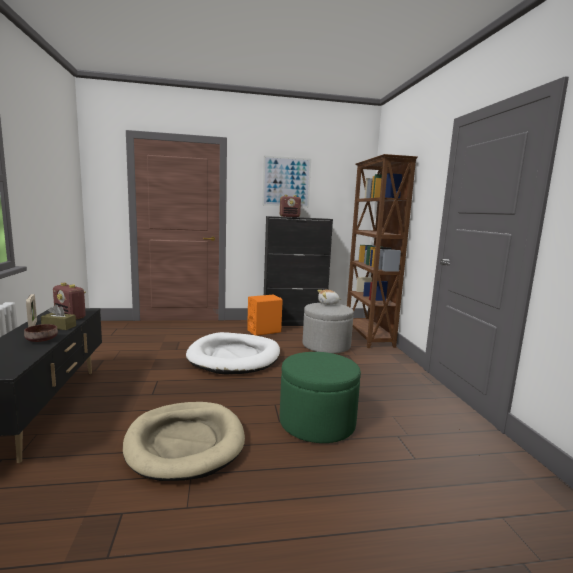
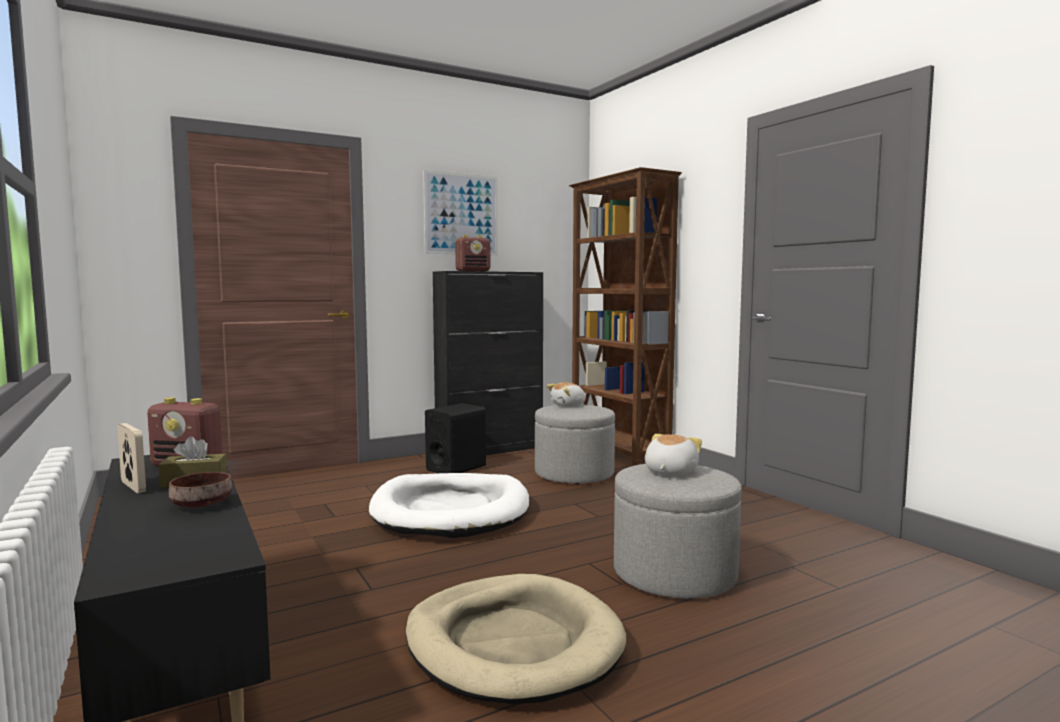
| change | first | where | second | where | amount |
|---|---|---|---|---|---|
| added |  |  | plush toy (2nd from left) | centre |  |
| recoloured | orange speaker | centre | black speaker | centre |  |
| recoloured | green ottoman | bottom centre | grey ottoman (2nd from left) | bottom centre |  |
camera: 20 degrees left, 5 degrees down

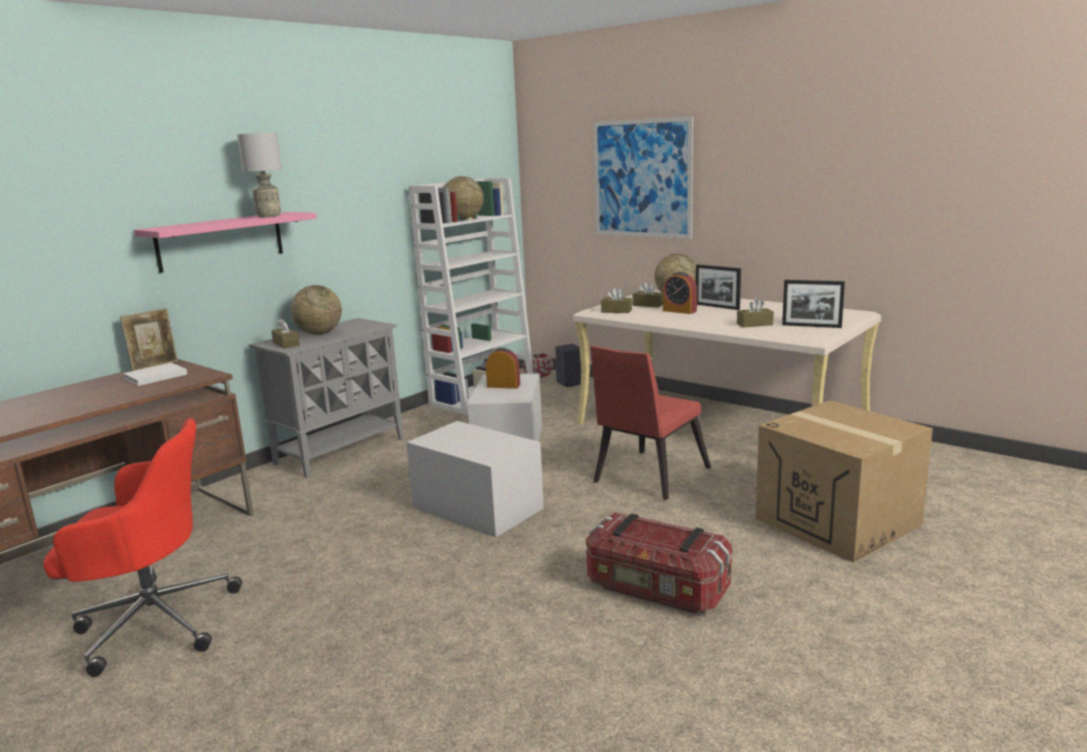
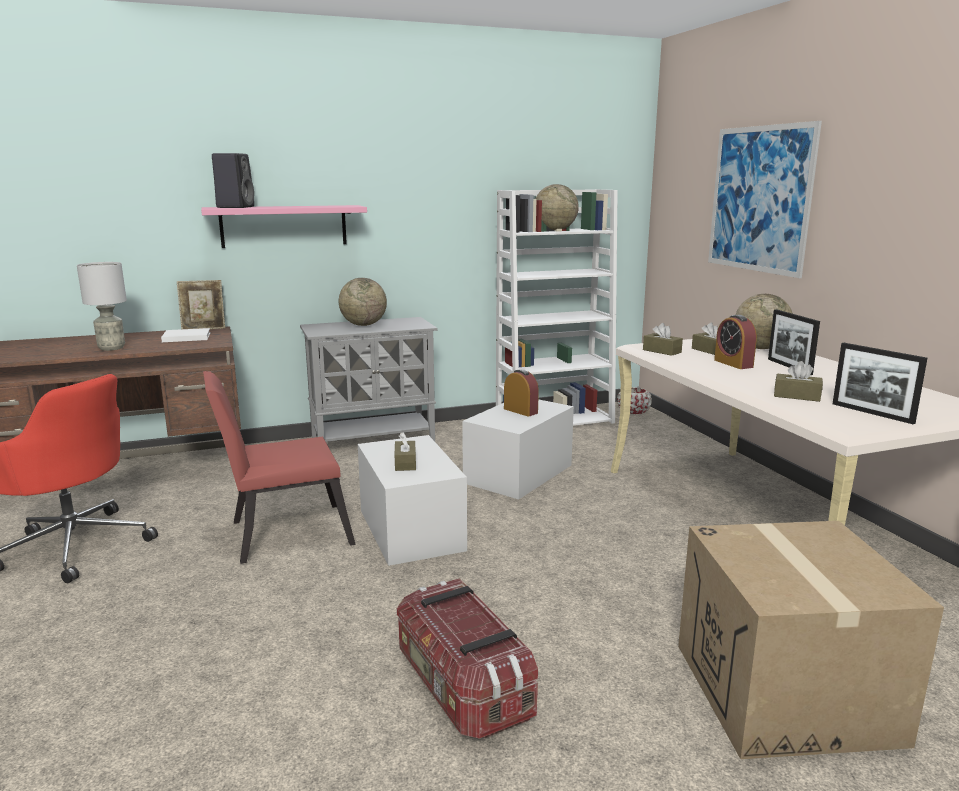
| change | first | where | second | where | amount |
|---|---|---|---|---|---|
| moved | grey table lamp | top left |  | middle left |  |
| moved | brown tissue box (1st from left) | middle left |  | centre |  |
| moved | black speaker | centre |  | top left |  |
| moved | red chair | centre |  | middle left |  |
camera: 30 degrees right, 0 degrees up

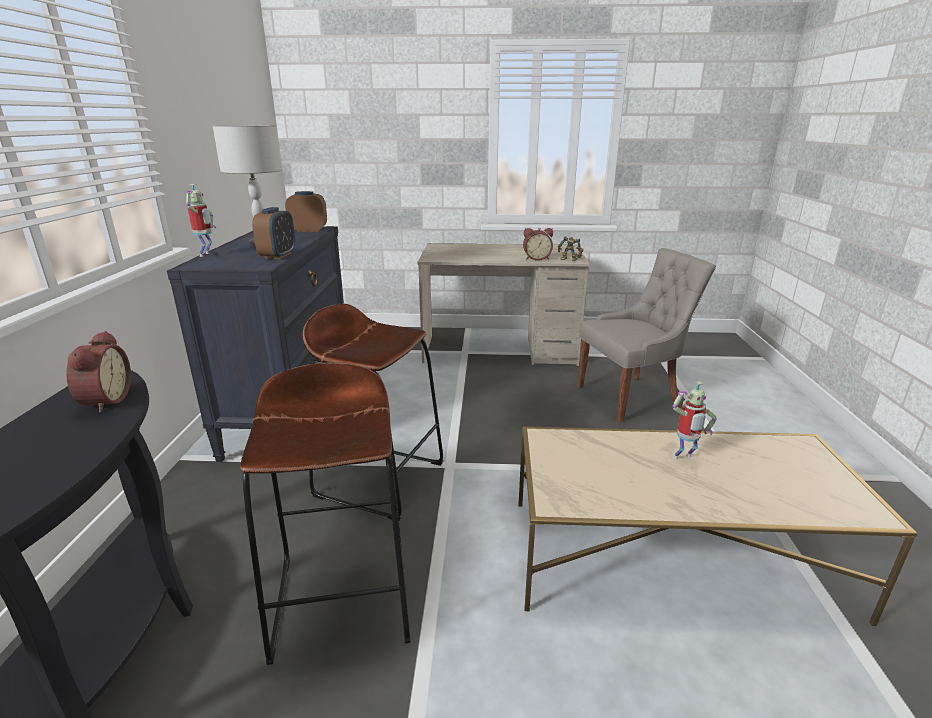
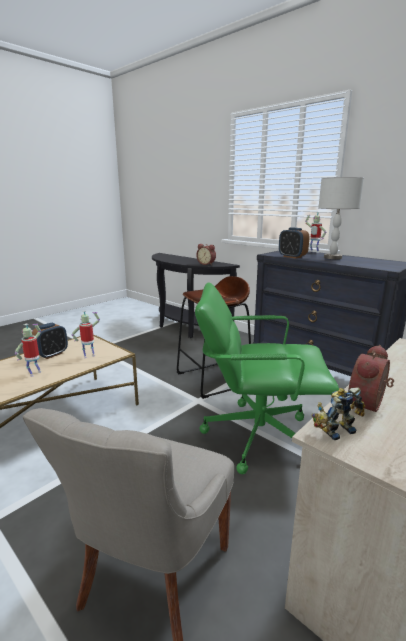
| change | first | where | second | where | amount |
|---|---|---|---|---|---|
| removed | brown stool (1st from left) | bottom centre |  |  |  |
| added |  |  | toy robot (2nd from left) | middle left |  |
| added |  |  | green office chair | centre |  |
| moved | alarm clock (3rd from left in the first image) | top left | alarm clock (1st from left) | middle left |  |
camera: 130 degrees right, 5 degrees down

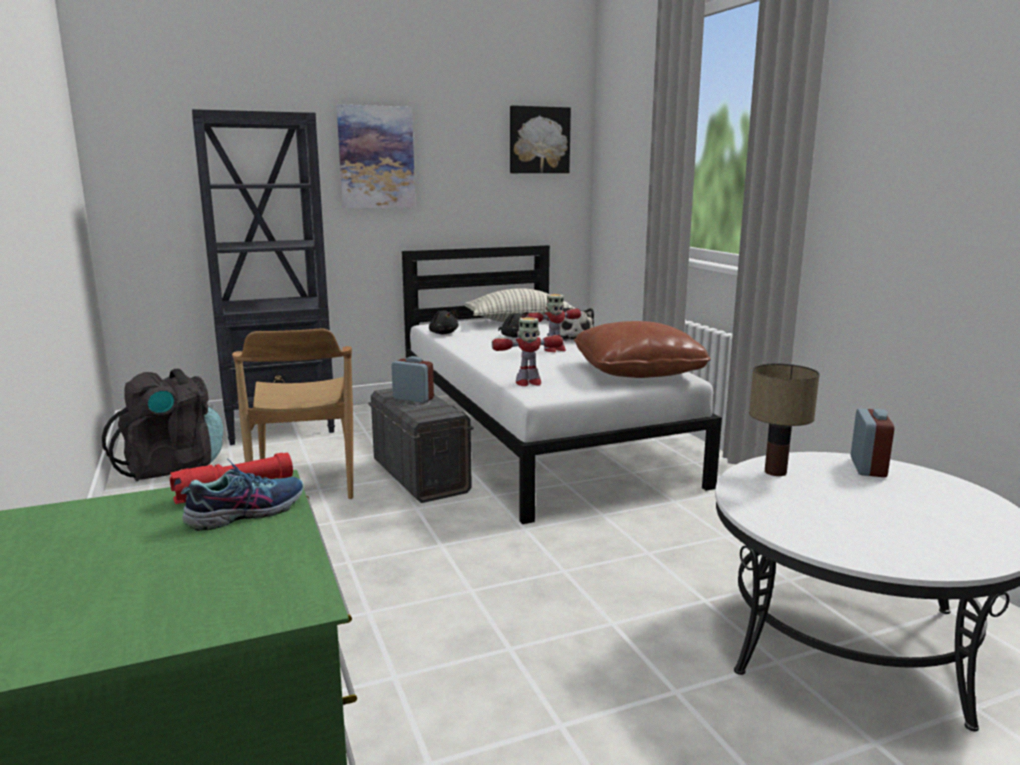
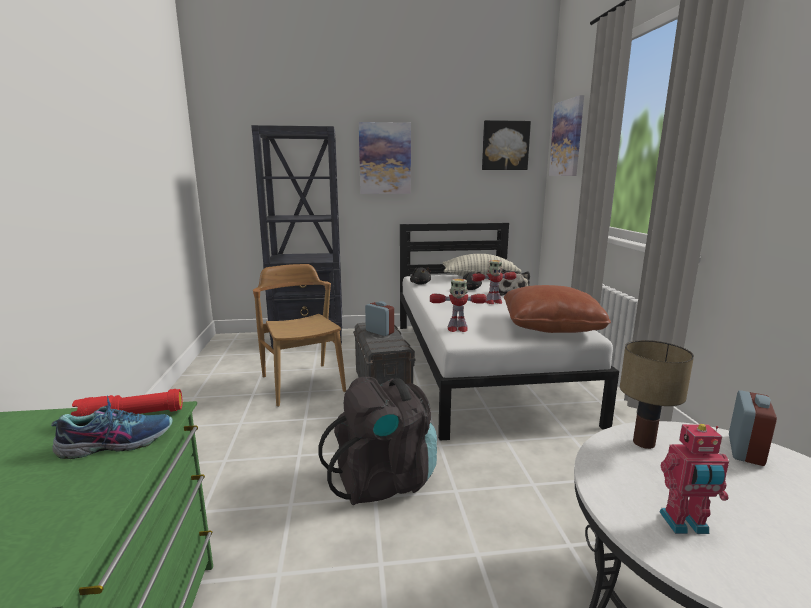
| change | first | where | second | where | amount |
|---|---|---|---|---|---|
| added |  |  | picture (3rd from left) | top right |  |
| added |  |  | toy robot (3rd from left) | bottom right |  |
| moved | black backpack | middle left |  | bottom centre |  |
| turned | brown chair | middle left |  | centre | 150 degrees clockwise |
camera: 15 degrees right, 0 degrees up

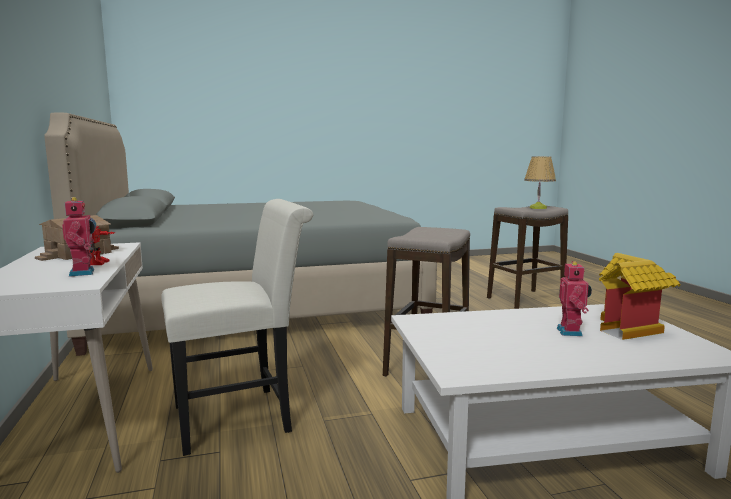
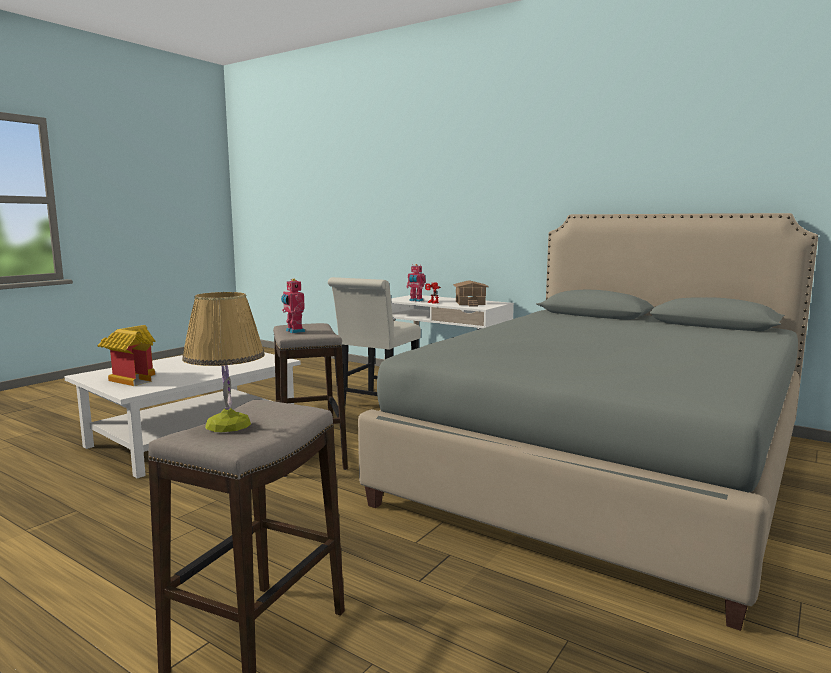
| change | first | where | second | where | amount |
|---|---|---|---|---|---|
| moved | toy robot (3rd from left in the first image) | middle right | toy robot (1st from left) | centre |  |
camera: 140 degrees right, 0 degrees up

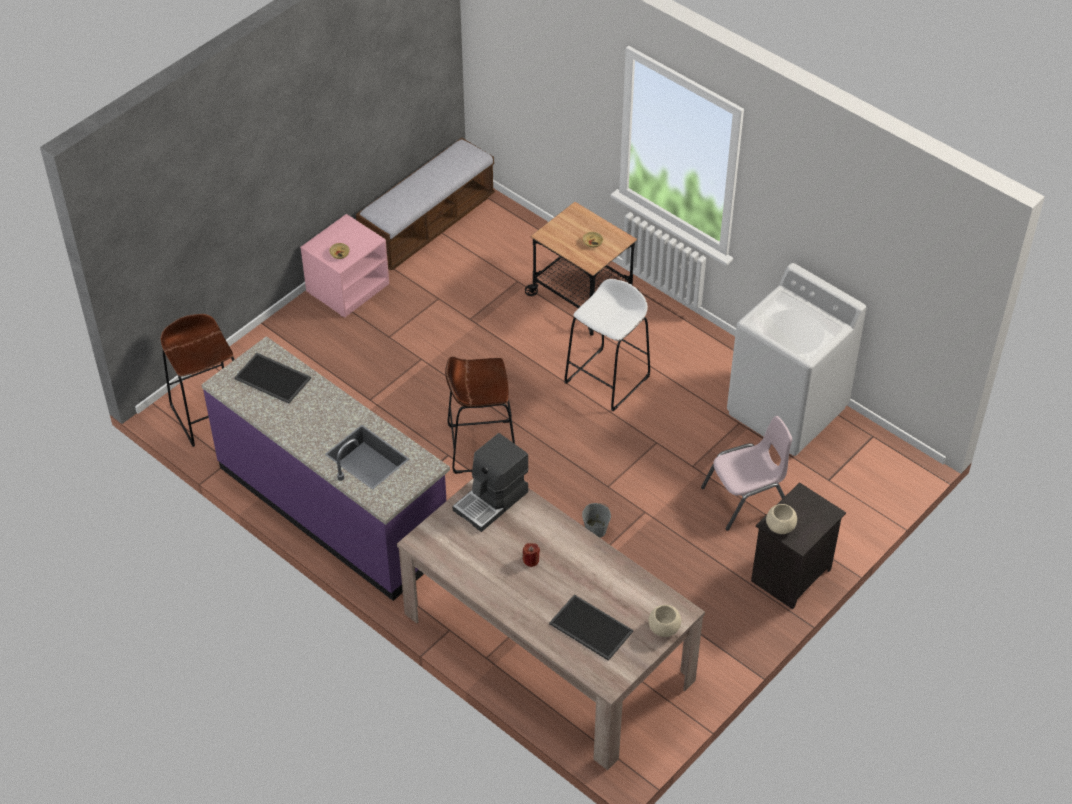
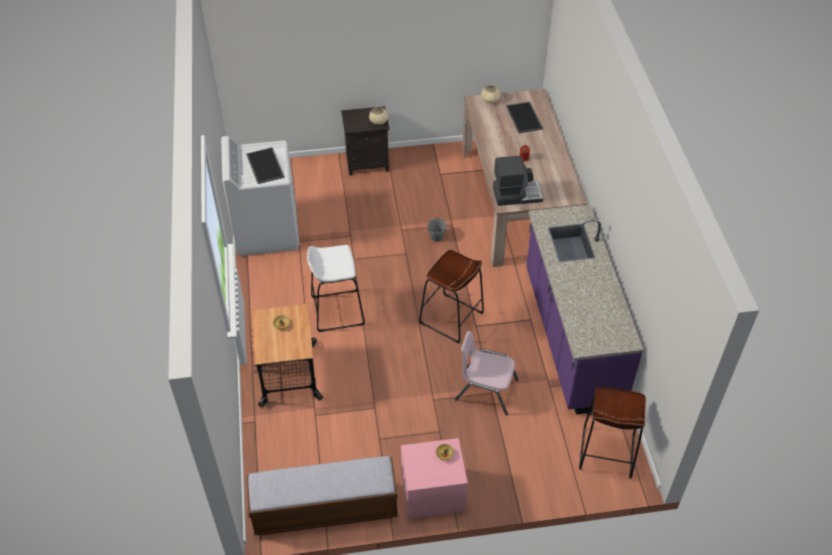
| change | first | where | second | where | amount |
|---|---|---|---|---|---|
| moved | tray (1st from left) | middle left |  | top left |  |
| moved | pink chair | middle right |  | bottom centre |  |
camera: 140 degrees left, 0 degrees up

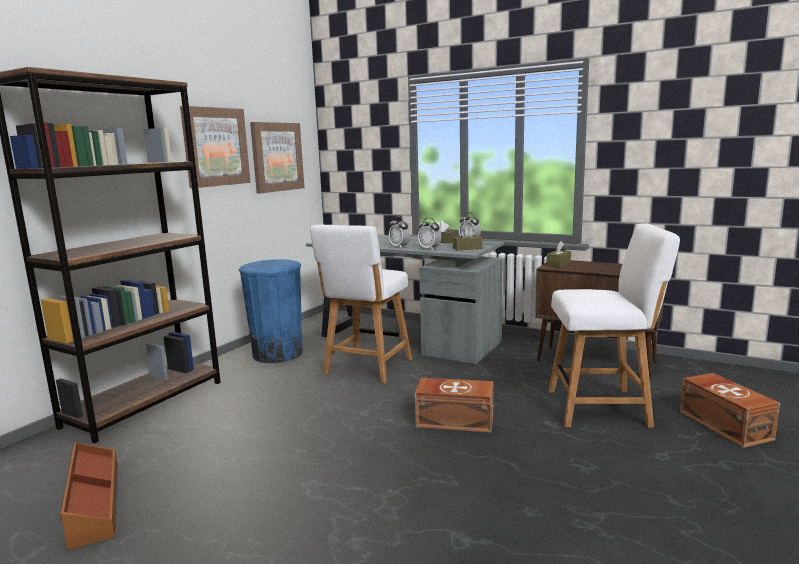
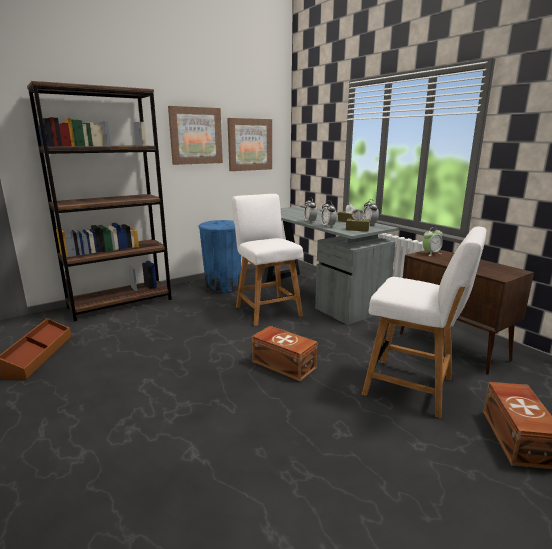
| change | first | where | second | where | amount |
|---|---|---|---|---|---|
| replaced | brown tissue box (3rd from left) | middle right | alarm clock (4th from left) | middle right |  |
| turned | white chair (1st from left) | centre |  | centre | 105 degrees clockwise |
camera: 25 degrees right, 5 degrees up

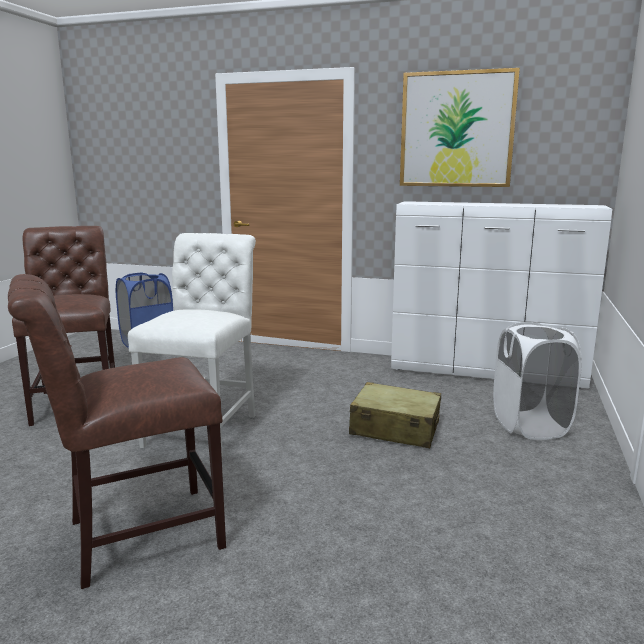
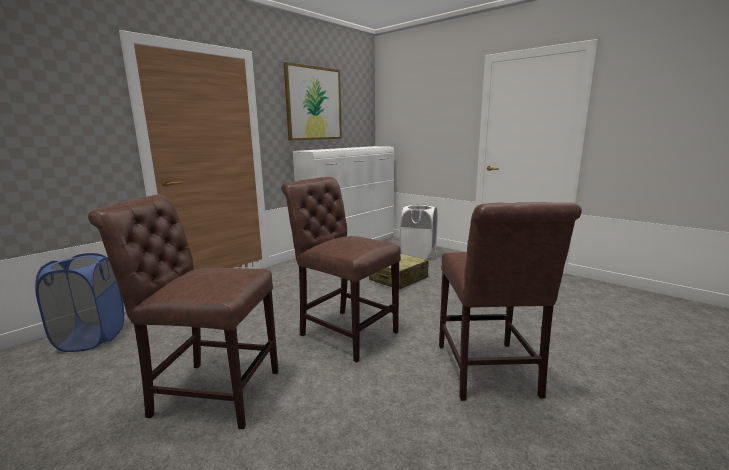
| change | first | where | second | where | amount |
|---|---|---|---|---|---|
| recoloured | white chair | middle left | brown chair (2nd from left) | centre |  |
camera: 65 degrees left, 0 degrees up

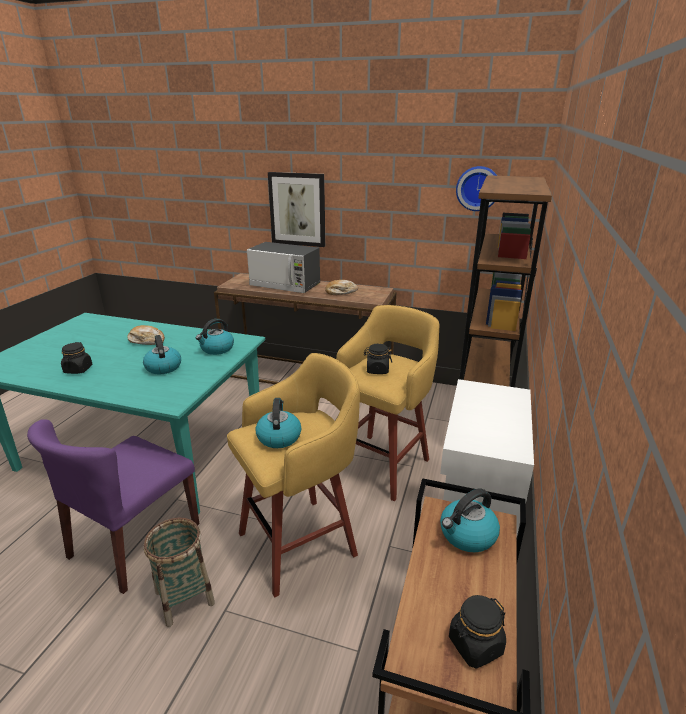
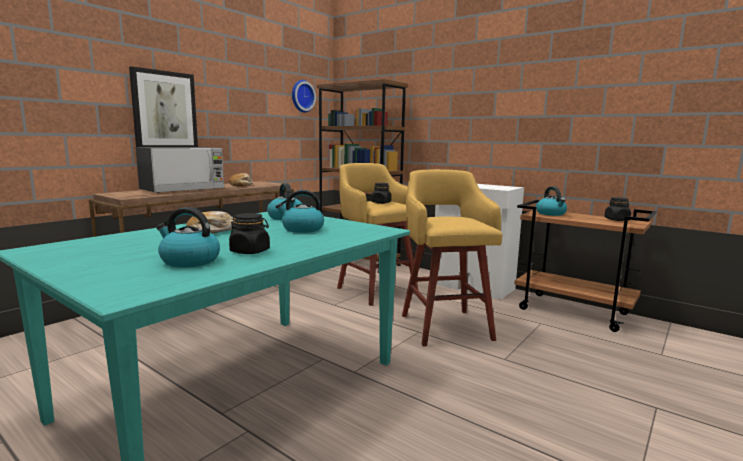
| change | first | where | second | where | amount |
|---|---|---|---|---|---|
| removed | purple chair | bottom left |  |  |  |
| removed | basket | bottom left |  |  |  |
| moved | kettle (3rd from left in the first image) | centre | kettle (1st from left) | middle left |  |
camera: 70 degrees left, 15 degrees down

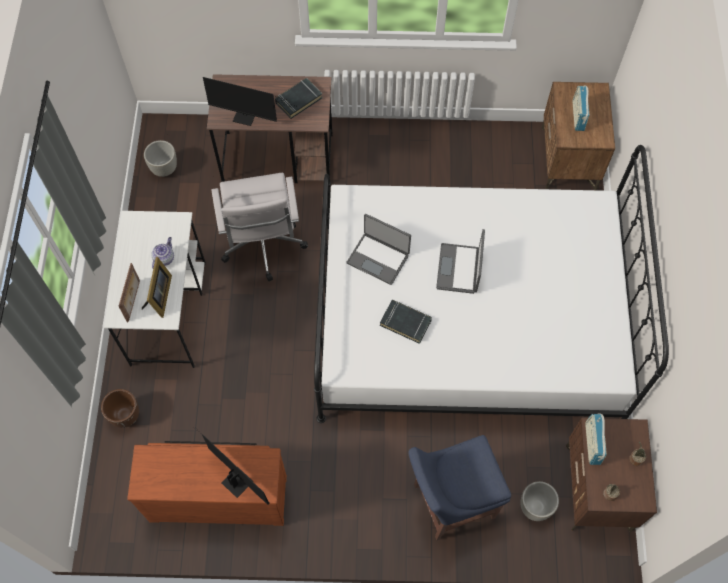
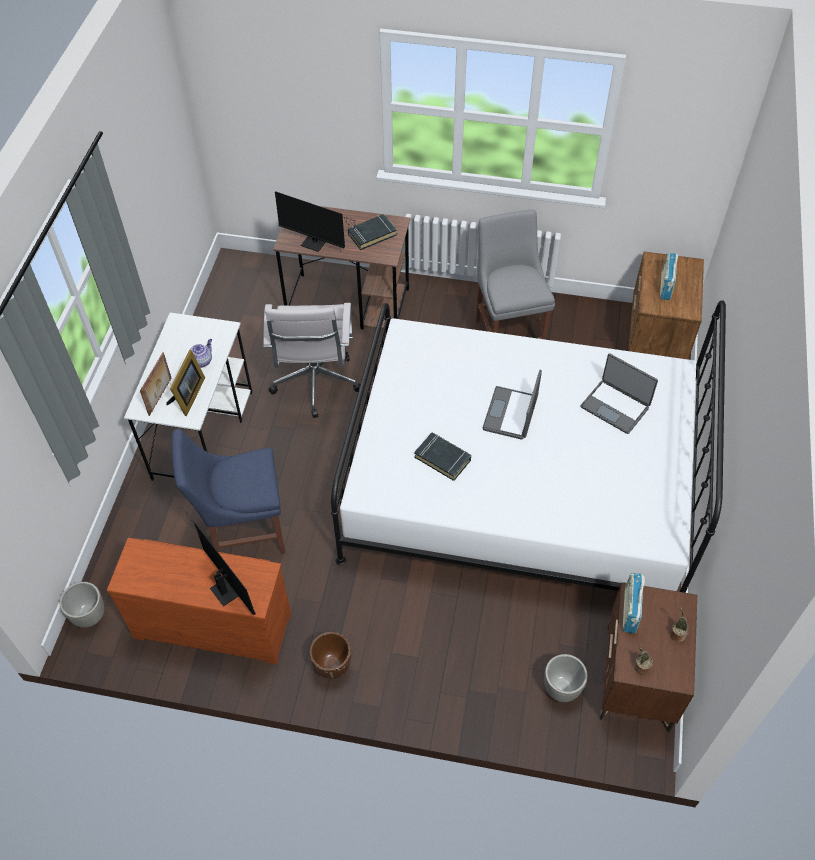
| change | first | where | second | where | amount |
|---|---|---|---|---|---|
| added |  |  | grey chair | top centre |  |
| moved | brown planter | bottom left |  | bottom centre |  |
| moved | grey planter (1st from left) | top left |  | bottom left |  |
| moved | laptop (1st from left in the first image) | centre | laptop (2nd from left) | middle right |  |
| moved | blue chair | bottom centre |  | middle left |  |
camera: 10 degrees right, 10 degrees down

